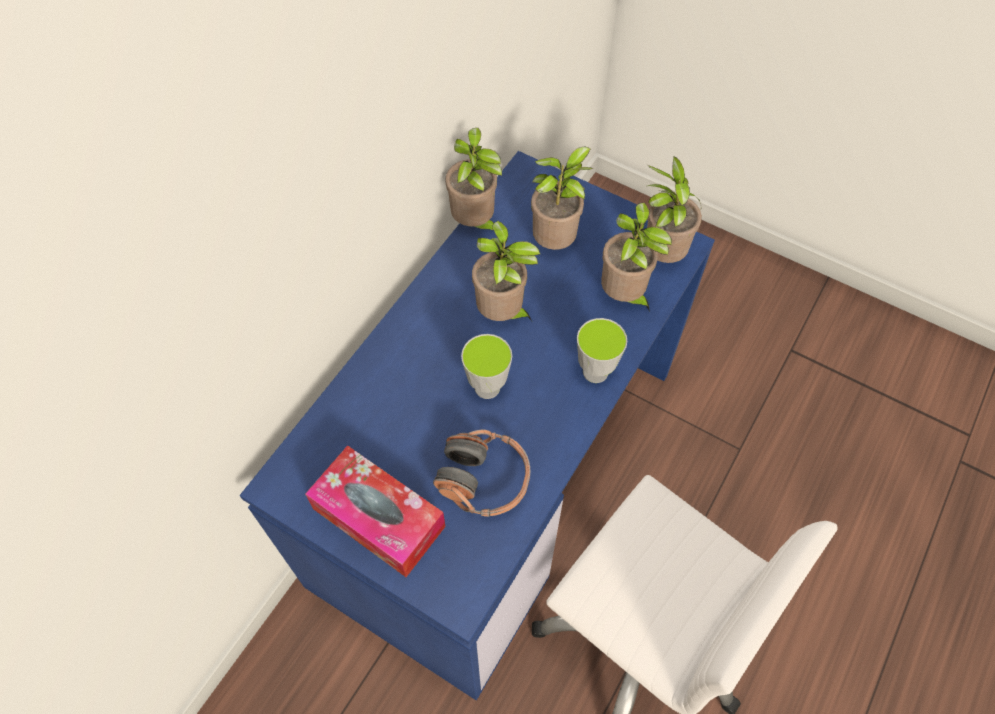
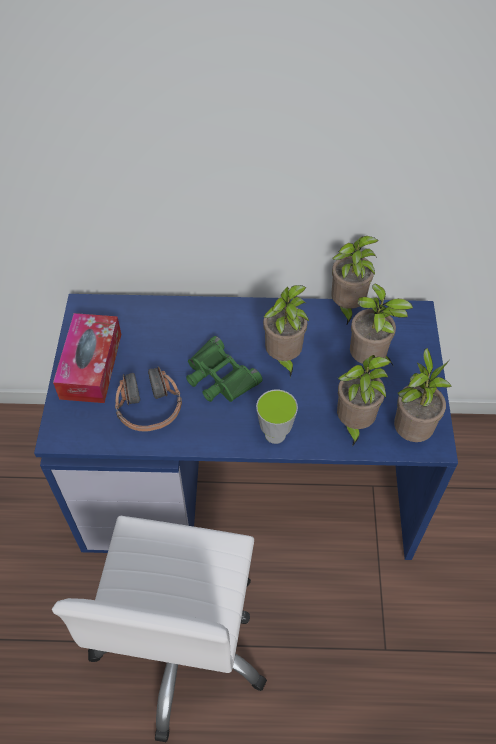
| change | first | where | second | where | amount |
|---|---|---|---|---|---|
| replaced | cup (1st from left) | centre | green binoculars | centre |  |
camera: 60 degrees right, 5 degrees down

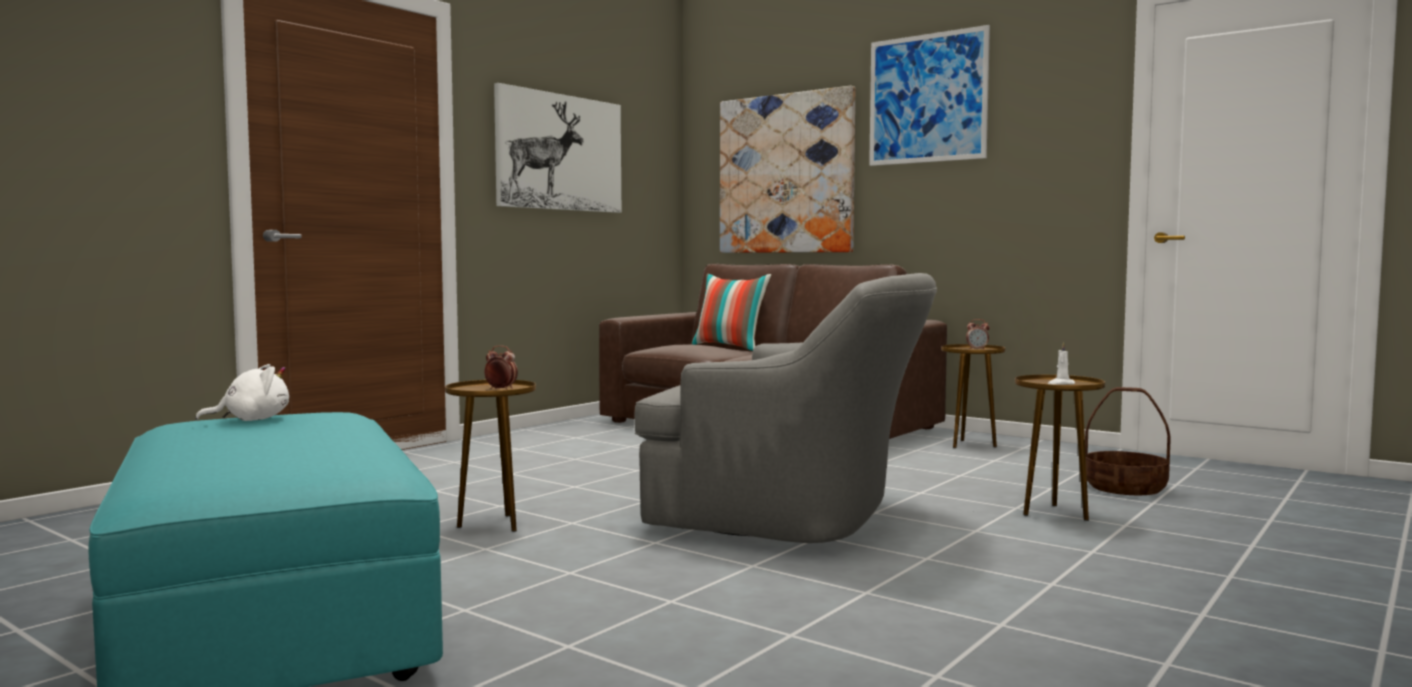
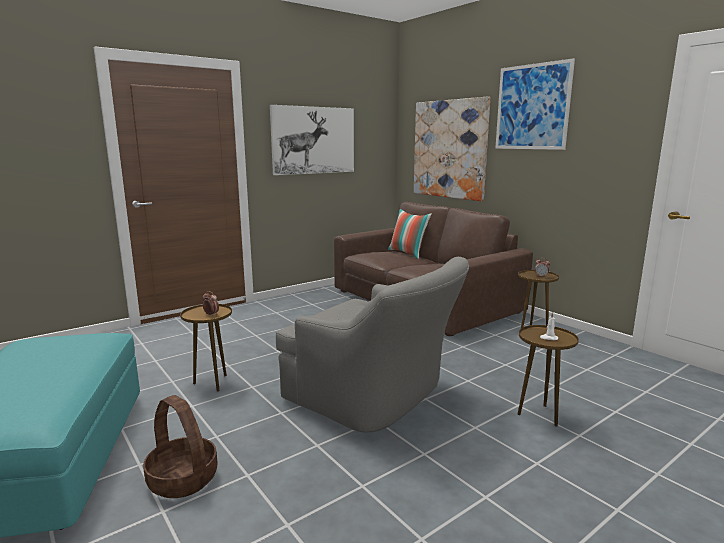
| change | first | where | second | where | amount |
|---|---|---|---|---|---|
| removed | white plush toy | middle left |  |  |  |
| moved | basket | middle right |  | bottom left |  |
camera: 15 degrees right, 10 degrees up

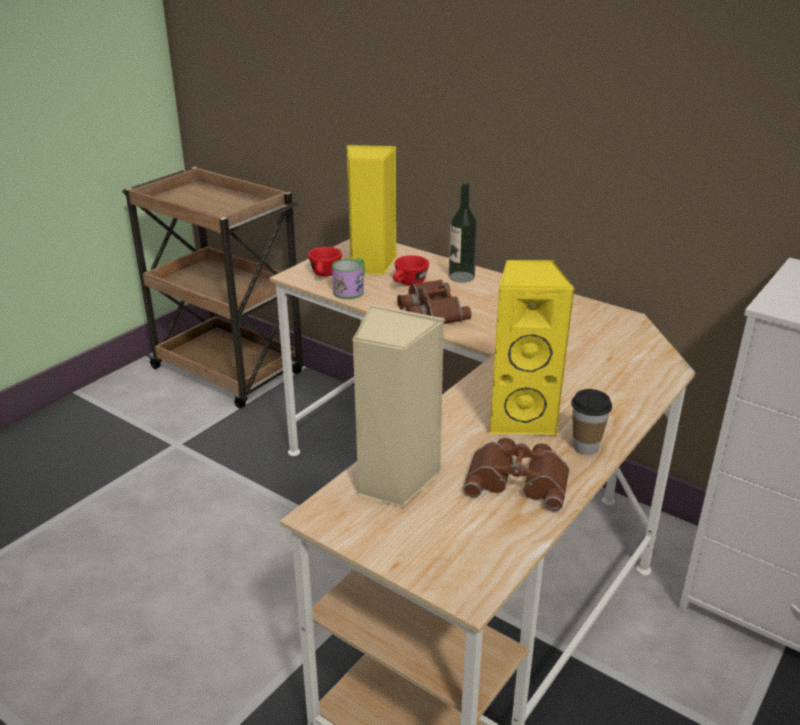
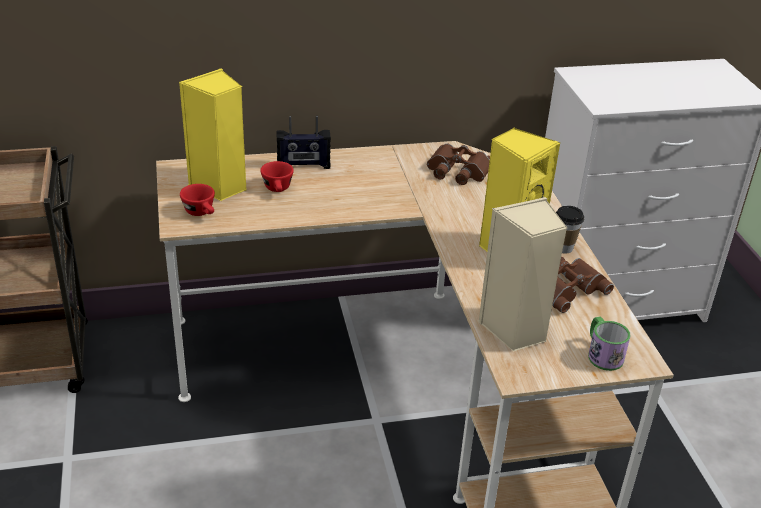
| change | first | where | second | where | amount |
|---|---|---|---|---|---|
| moved | mug | centre |  | bottom right |  |
| moved | brown binoculars (1st from left) | centre |  | top centre |  |
| replaced | bottle | top centre | radio | top centre |  |
camera: 50 degrees left, 5 degrees up

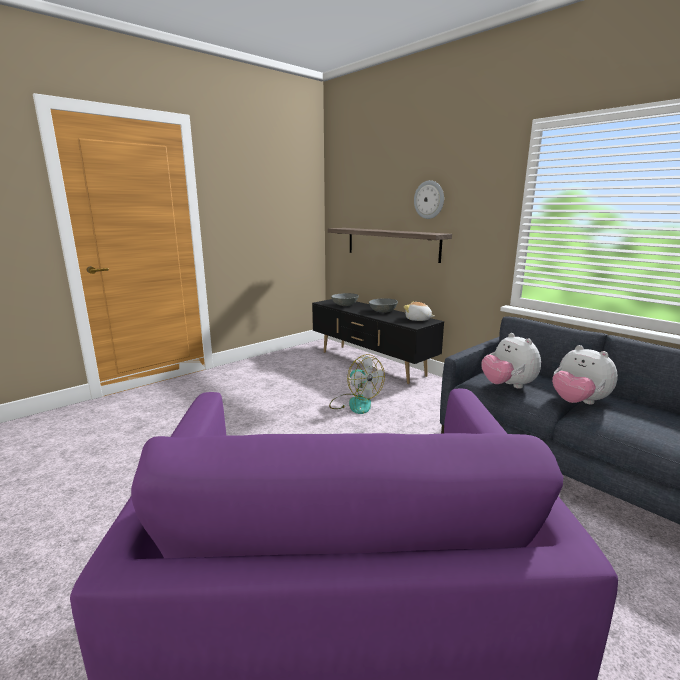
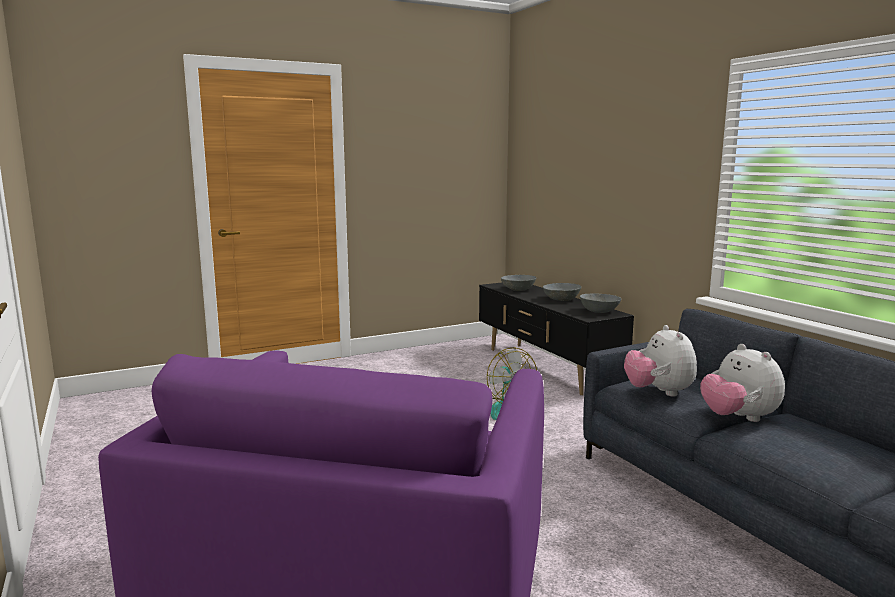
| change | first | where | second | where | amount |
|---|---|---|---|---|---|
| removed | shelf | centre |  |  |  |
| removed | wall clock | top centre |  |  |  |
| replaced | plush toy (1st from left) | centre | grey bowl (3rd from left) | middle right |  |
camera: 15 degrees right, 5 degrees down

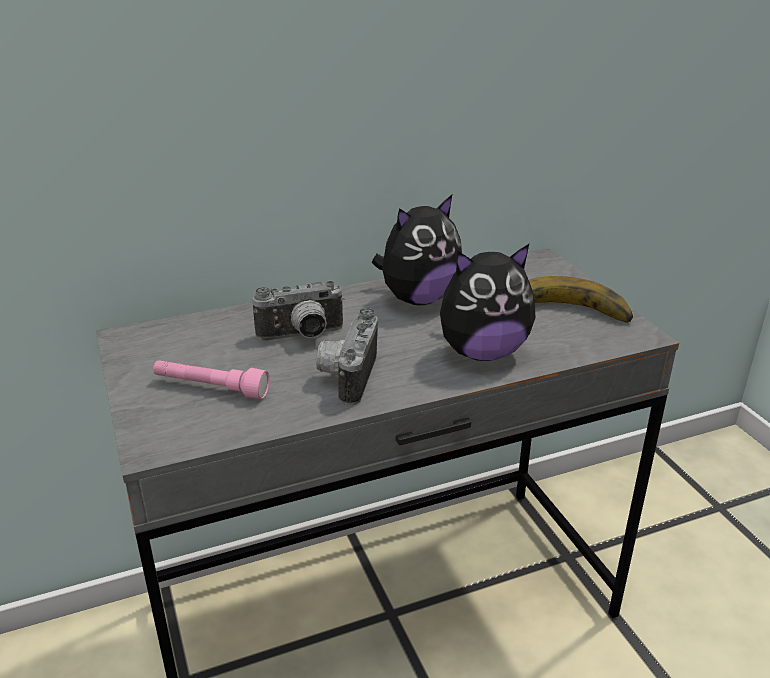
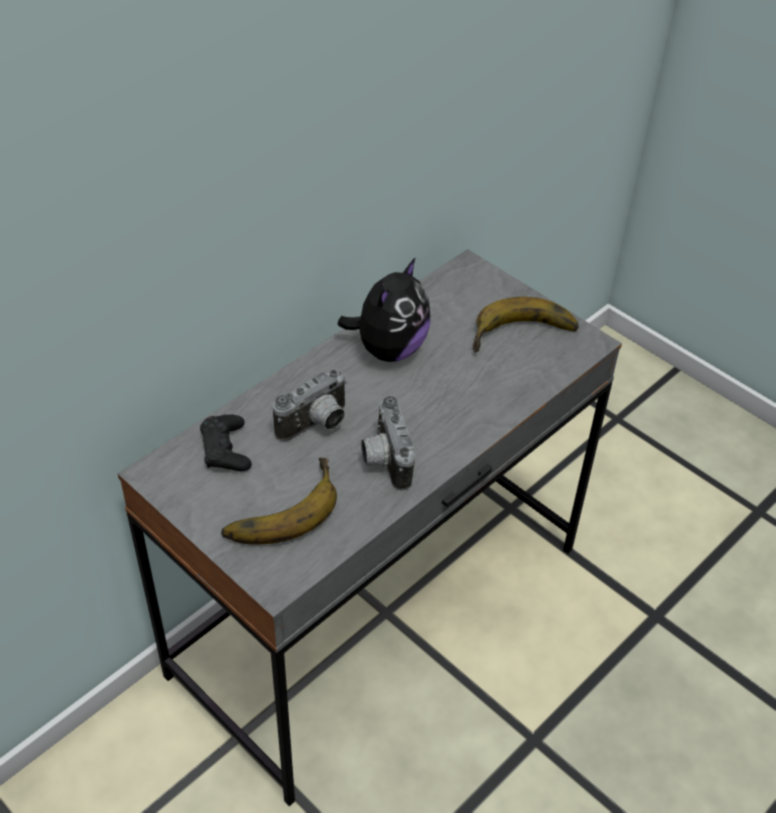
| change | first | where | second | where | amount |
|---|---|---|---|---|---|
| removed | plush toy (2nd from left) | centre |  |  |  |
| added |  |  | black game controller | middle left |  |
| replaced | pink flashlight | middle left | banana (1st from left) | centre |  |
camera: 25 degrees left, 15 degrees up

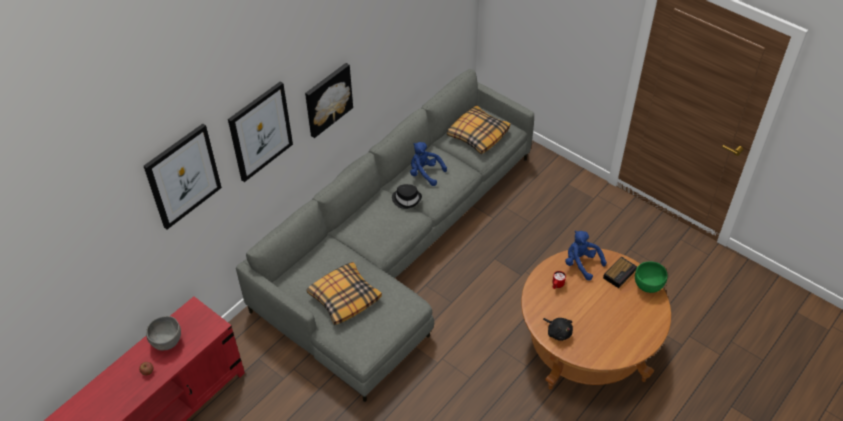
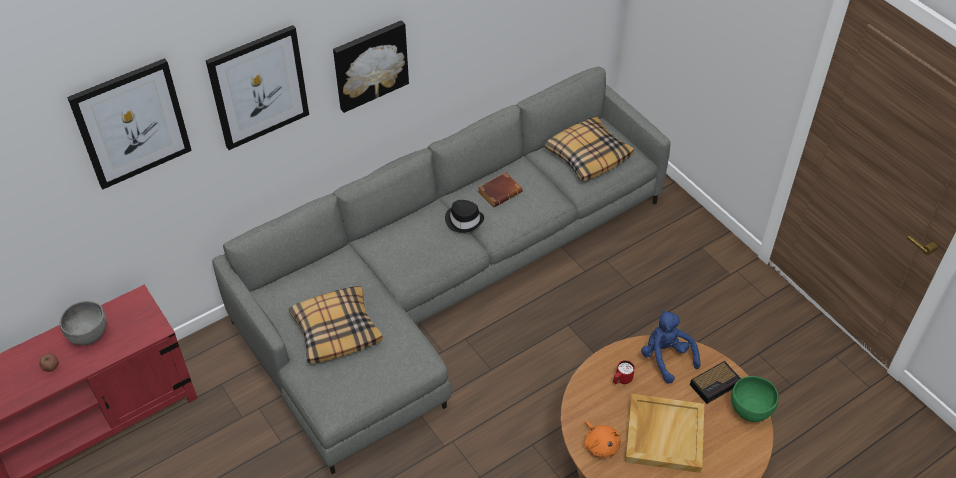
| change | first | where | second | where | amount |
|---|---|---|---|---|---|
| added |  |  | beige tray | bottom right |  |
| replaced | blue plush toy (1st from left) | centre | brown book | centre |  |
| recoloured | black plush toy | bottom centre | orange plush toy | bottom centre |  |
camera: 15 degrees right, 0 degrees up

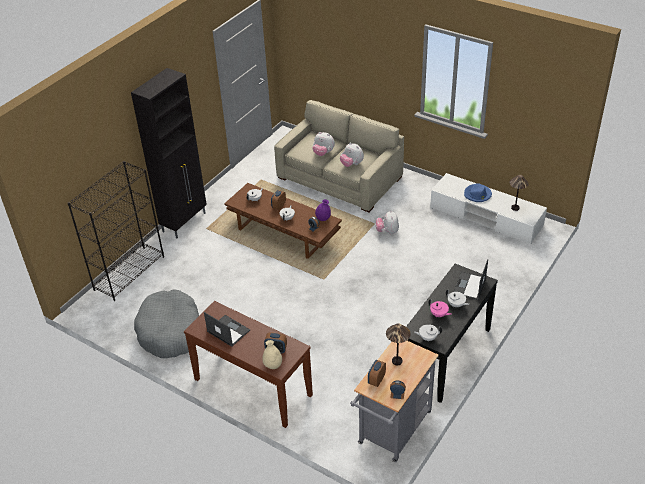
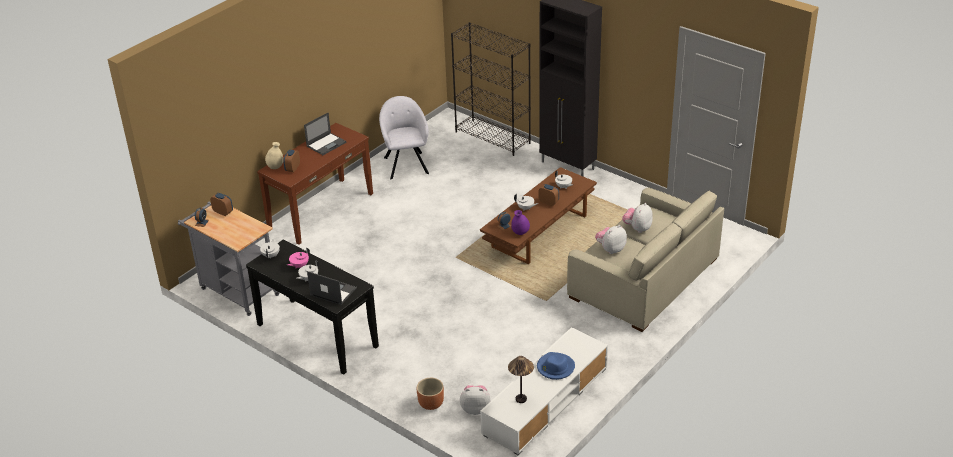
| change | first | where | second | where | amount |
|---|---|---|---|---|---|
| removed | table lamp (1st from left) | bottom centre |  |  |  |
| added |  |  | brown planter | bottom centre |  |
| moved | plush toy (3rd from left in the first image) | centre | plush toy (1st from left) | bottom centre |  |
| replaced | grey dog bed | bottom left | grey armchair | top centre |  |
camera: 95 degrees right, 5 degrees down

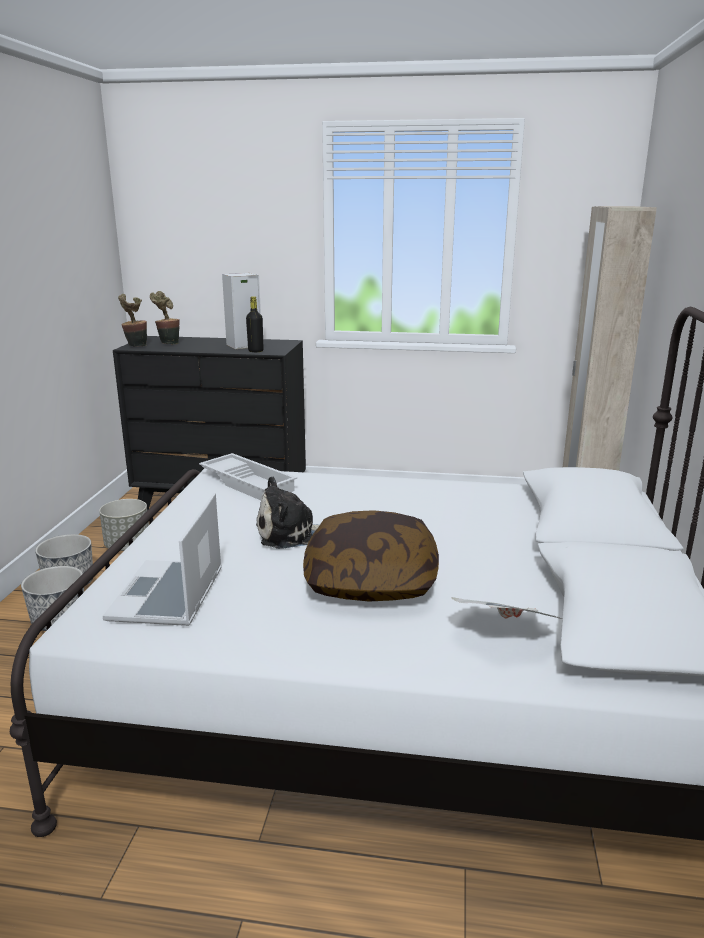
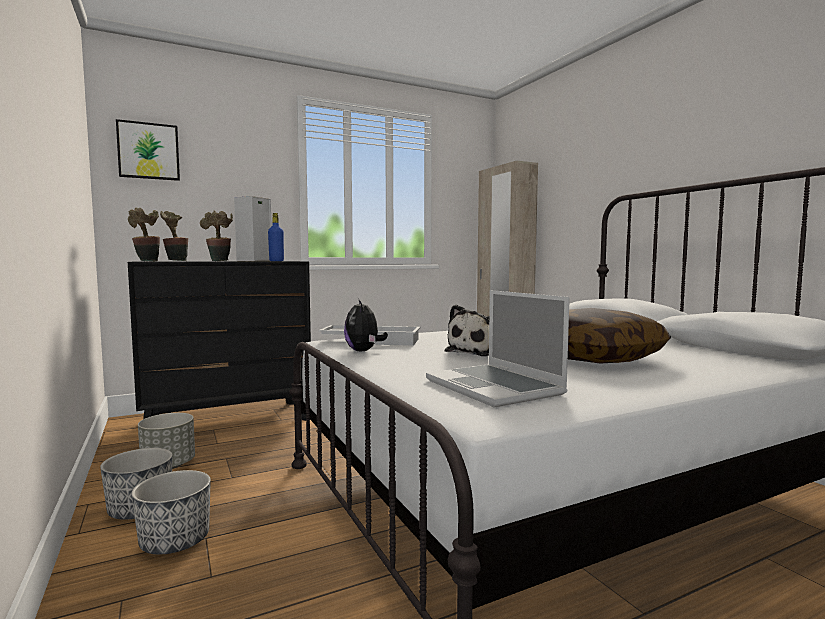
| change | first | where | second | where | amount |
|---|---|---|---|---|---|
| removed | newspaper | middle right |  |  |  |
| added |  |  | picture | top left |  |
| added |  |  | potted plant (3rd from left) | middle left |  |
| added |  |  | plush toy (1st from left) | centre |  |
| recoloured | black bottle | centre | blue bottle | centre |  |
camera: 35 degrees left, 15 degrees down

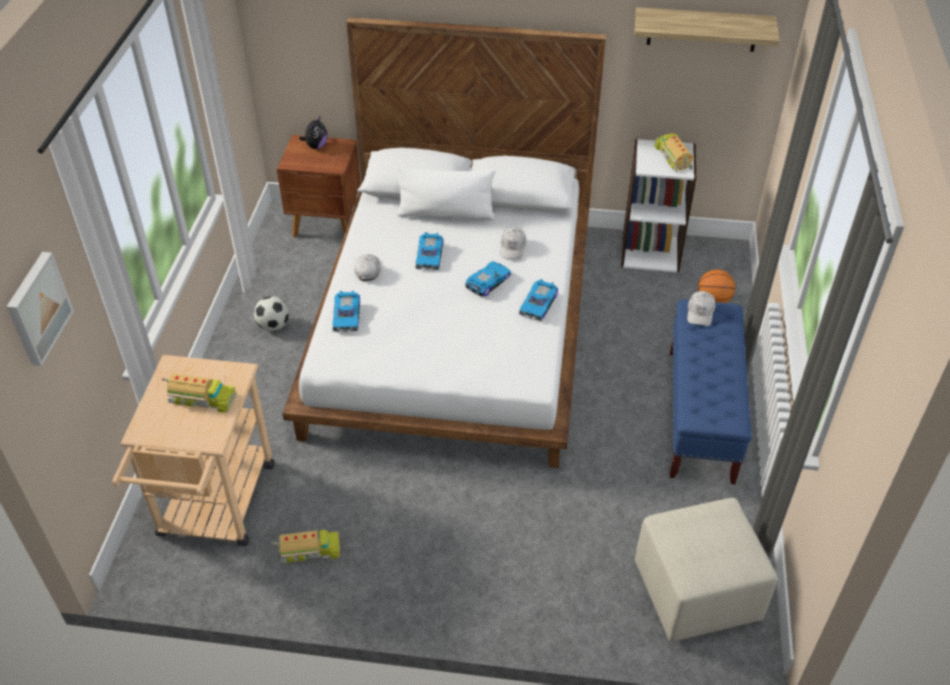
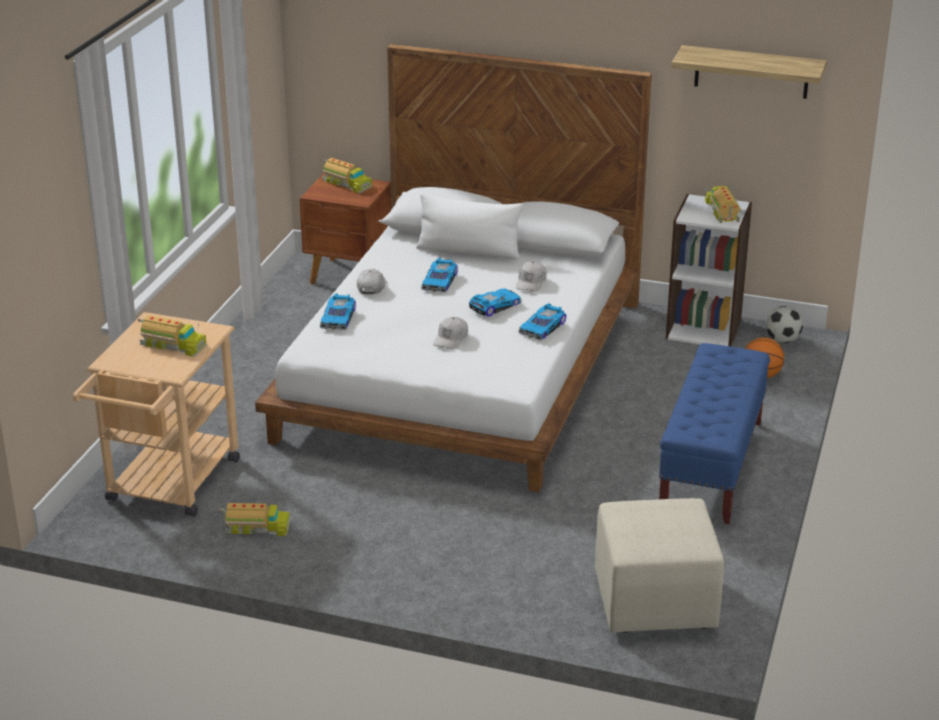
| change | first | where | second | where | amount |
|---|---|---|---|---|---|
| removed | picture | middle left |  |  |  |
| moved | football | middle left |  | middle right |  |
| moved | white cap (3rd from left in the first image) | middle right | white cap (2nd from left) | centre |  |
| replaced | plush toy | top left | toy truck (3rd from left) | top centre |  |
camera: 10 degrees right, 15 degrees down

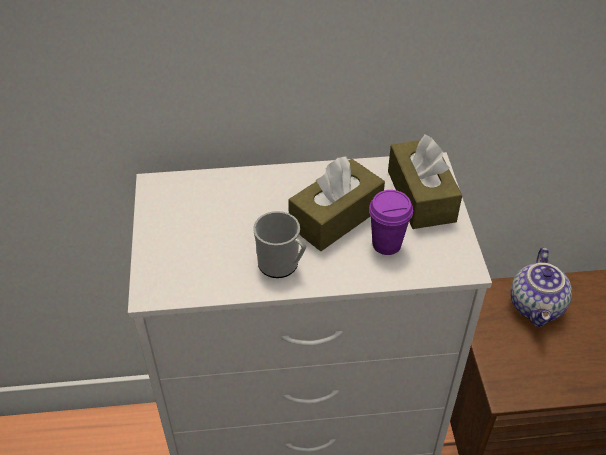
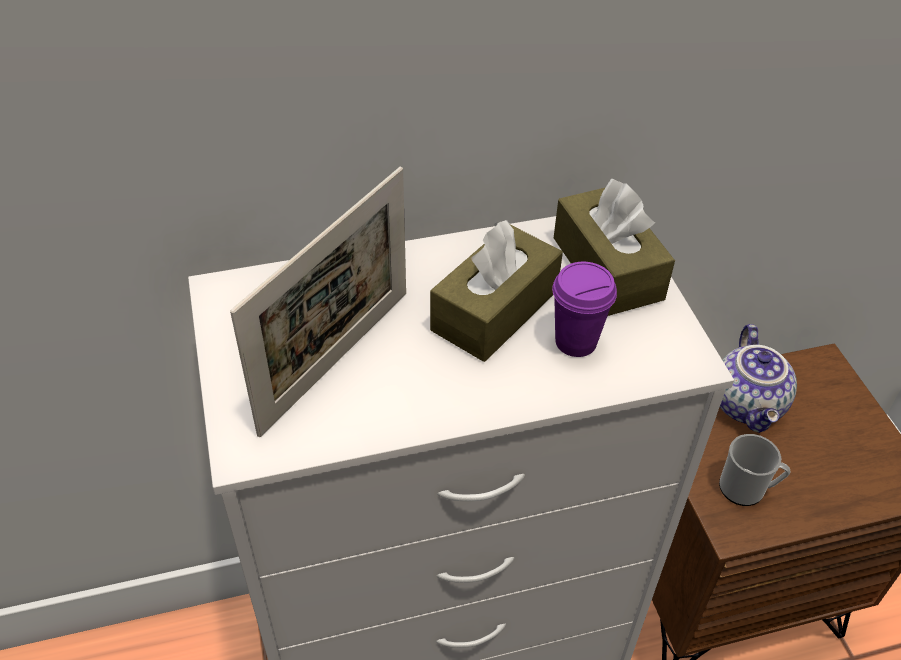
| change | first | where | second | where | amount |
|---|---|---|---|---|---|
| added |  |  | picture frame | centre |  |
| moved | mug | centre |  | bottom right |  |
camera: 10 degrees left, 0 degrees up

